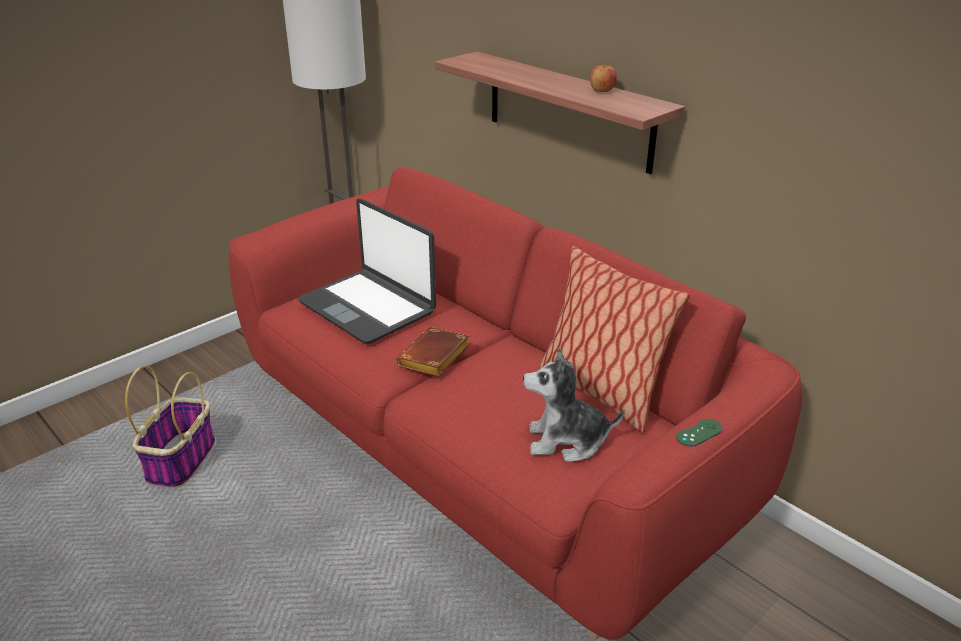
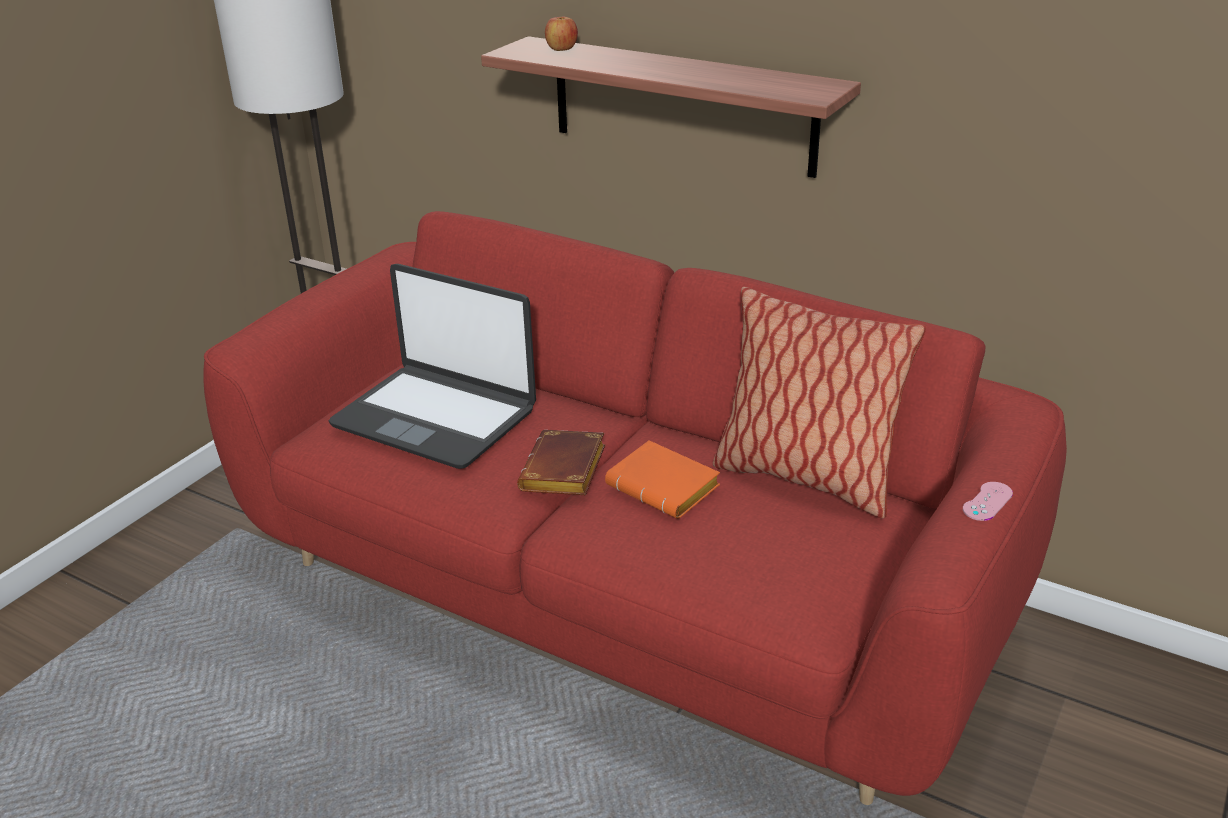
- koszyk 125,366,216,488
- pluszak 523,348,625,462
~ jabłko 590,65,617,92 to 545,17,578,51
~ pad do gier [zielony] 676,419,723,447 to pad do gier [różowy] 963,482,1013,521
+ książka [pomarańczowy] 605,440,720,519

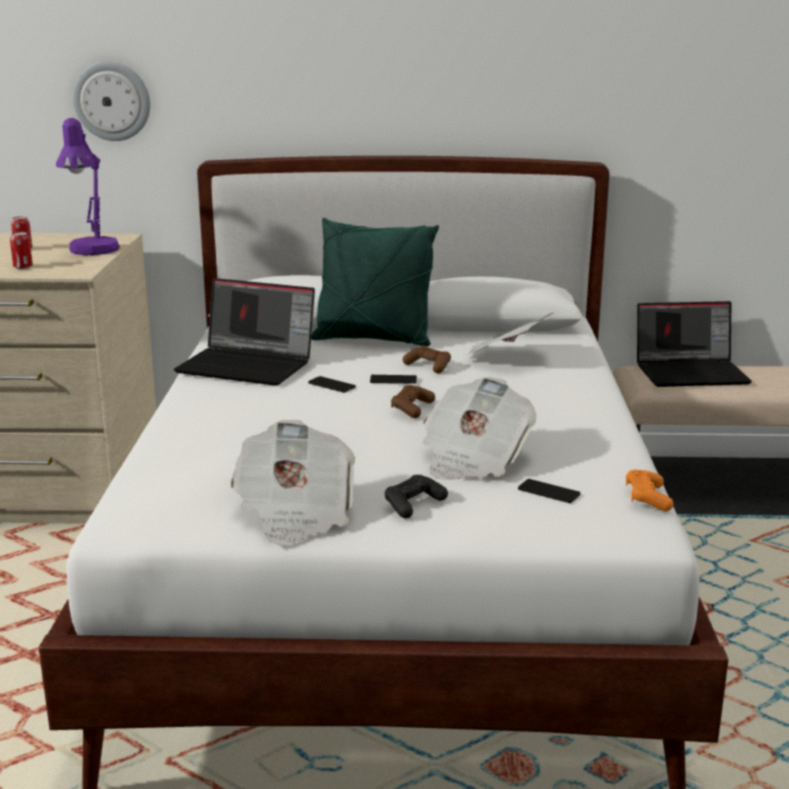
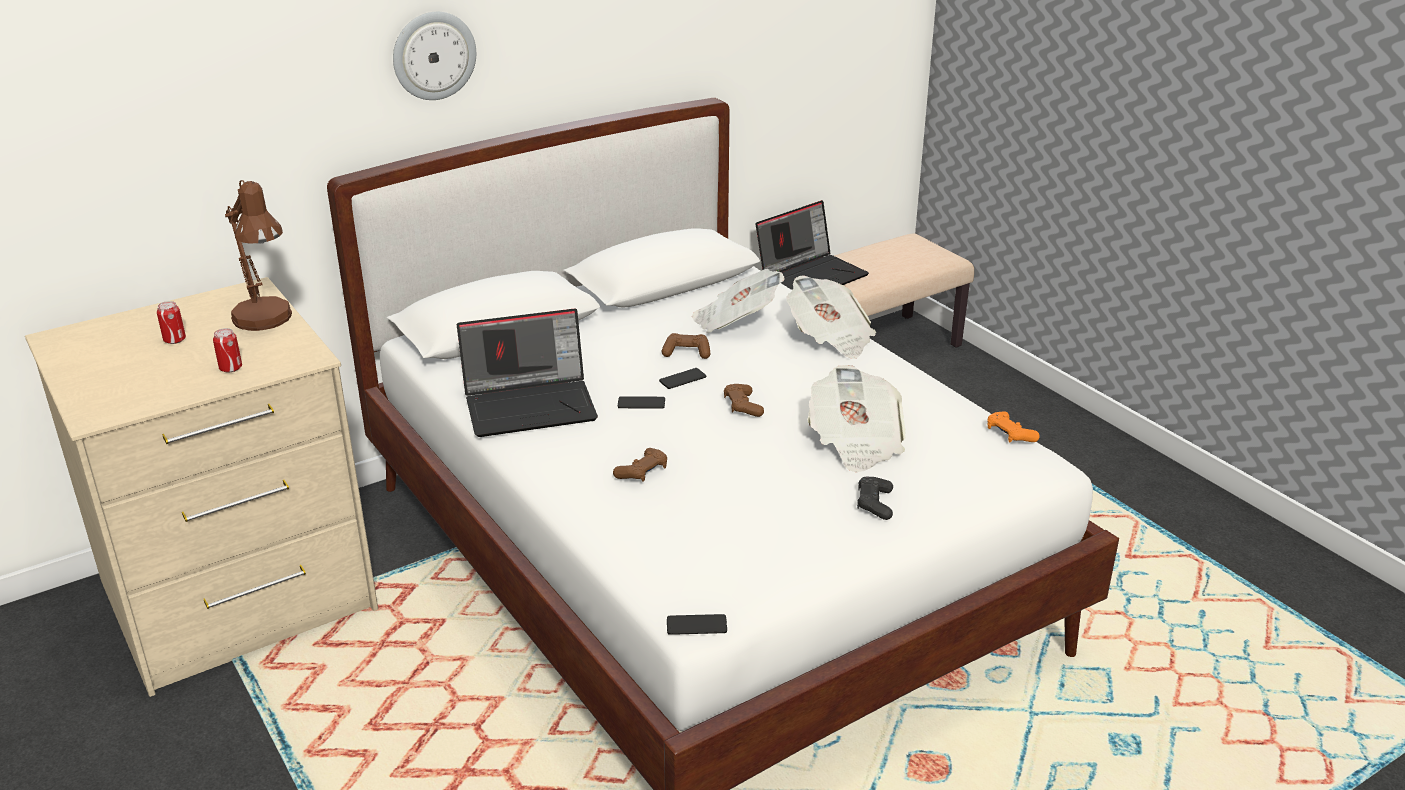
~ lampa stołowa [fioletowy] 56,118,120,255 to lampa stołowa [brązowy] 225,180,292,331
~ zegar ścienny 73,61,150,141 to 393,12,476,100
~ gazeta 230,420,355,545 to 786,275,876,359
- poduszka [zielony] 311,218,439,346
~ telefon 518,479,580,503 to 667,614,727,635
+ pad do gier [brązowy] 613,448,667,482

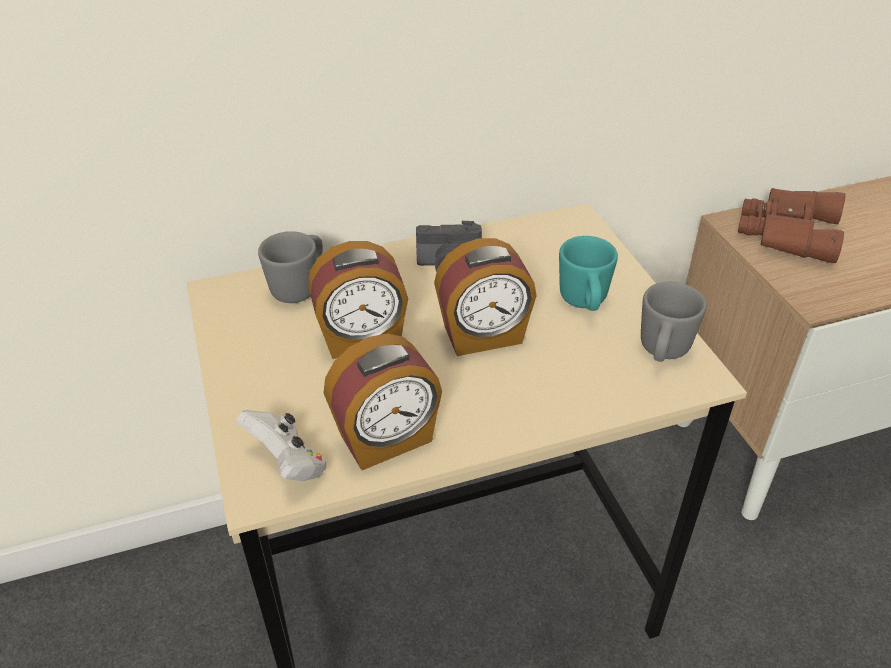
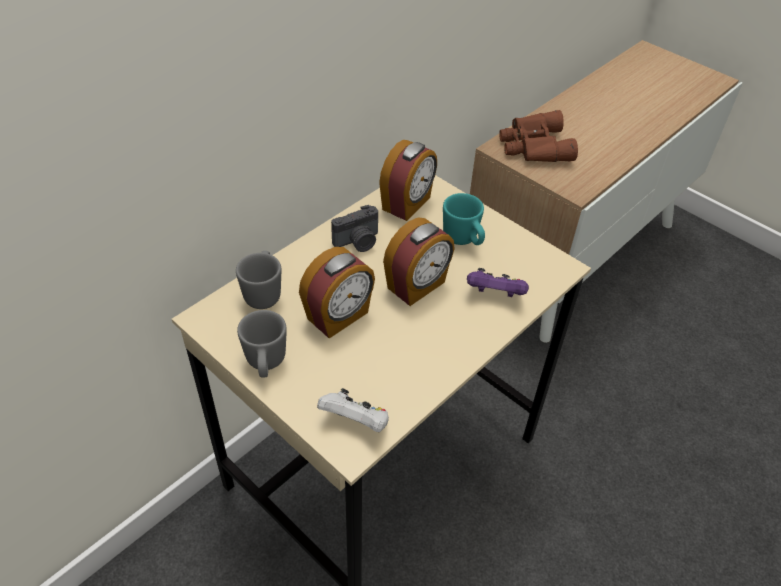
~ budzik 324,334,442,470 to 379,140,437,221
~ kubek [szary] 641,282,707,362 to 237,310,287,378
+ pad do gier [fioletowy] 467,268,529,297

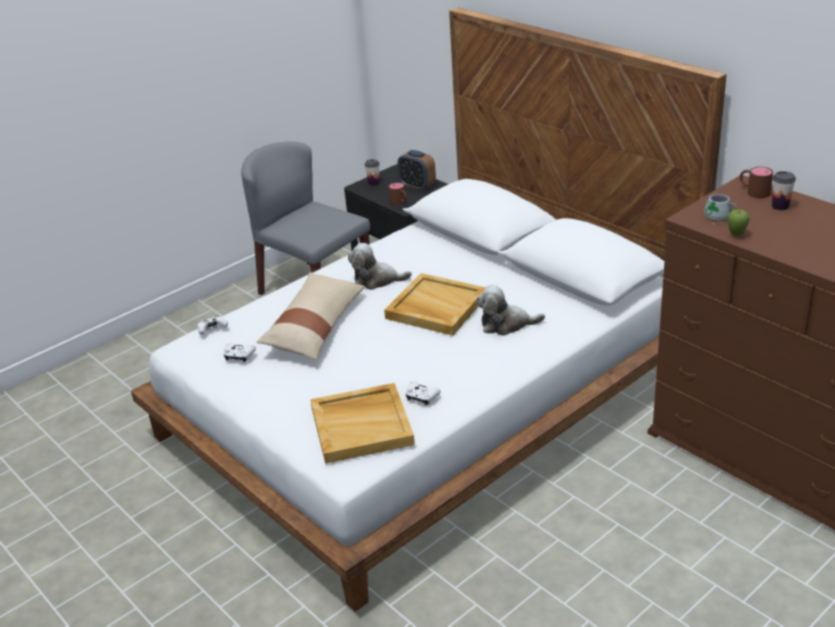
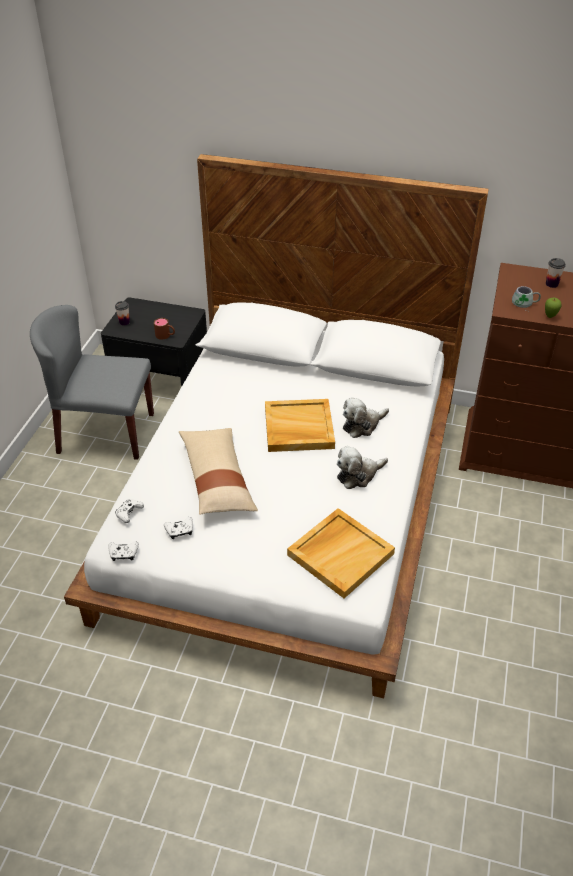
~ pluszak 348,243,412,290 to 337,446,388,489
- budzik 398,150,436,191
~ pad do gier [biały] 406,381,440,406 to 108,541,139,561
- kubek [brązowy] 740,167,773,198

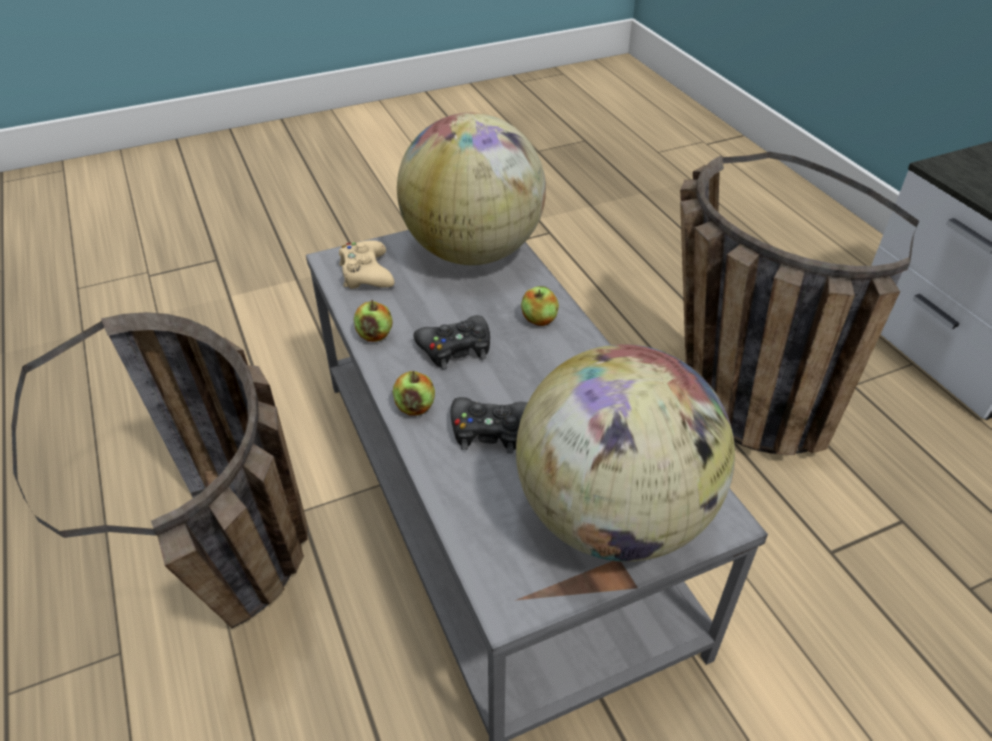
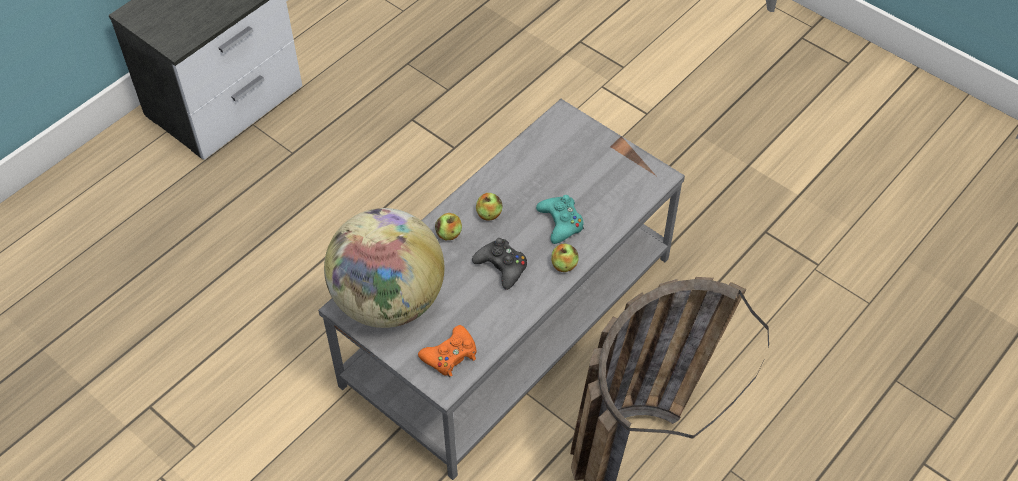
~ pad do gier [beżowy] 339,240,395,289 to pad do gier [pomarańczowy] 418,325,476,377
~ jabłko 354,300,393,342 to 476,193,503,221
~ pad do gier [czarny] 451,397,528,454 to pad do gier [turkusowy] 536,195,584,244
- globus 516,344,735,562
- koszyk 680,152,919,455

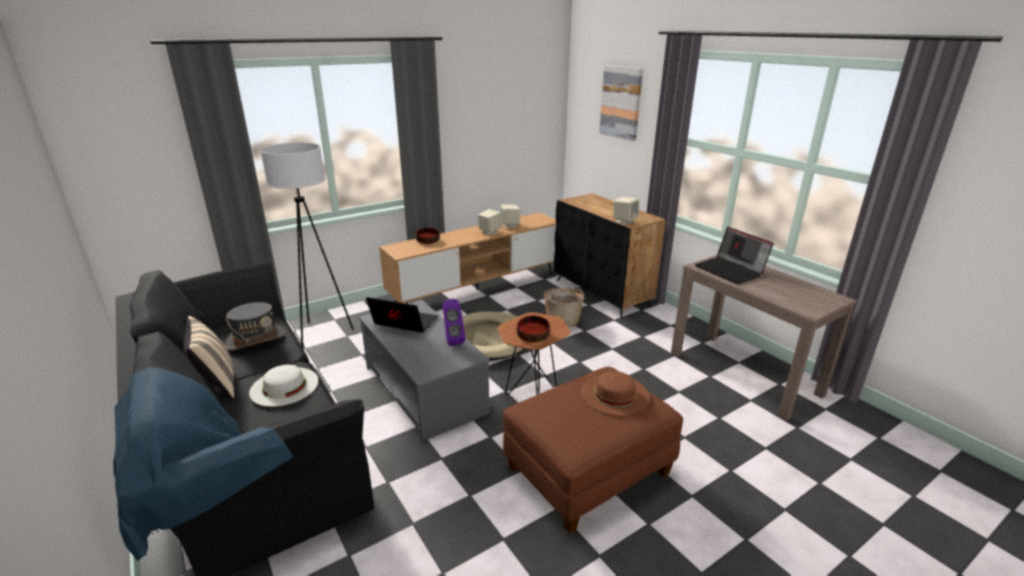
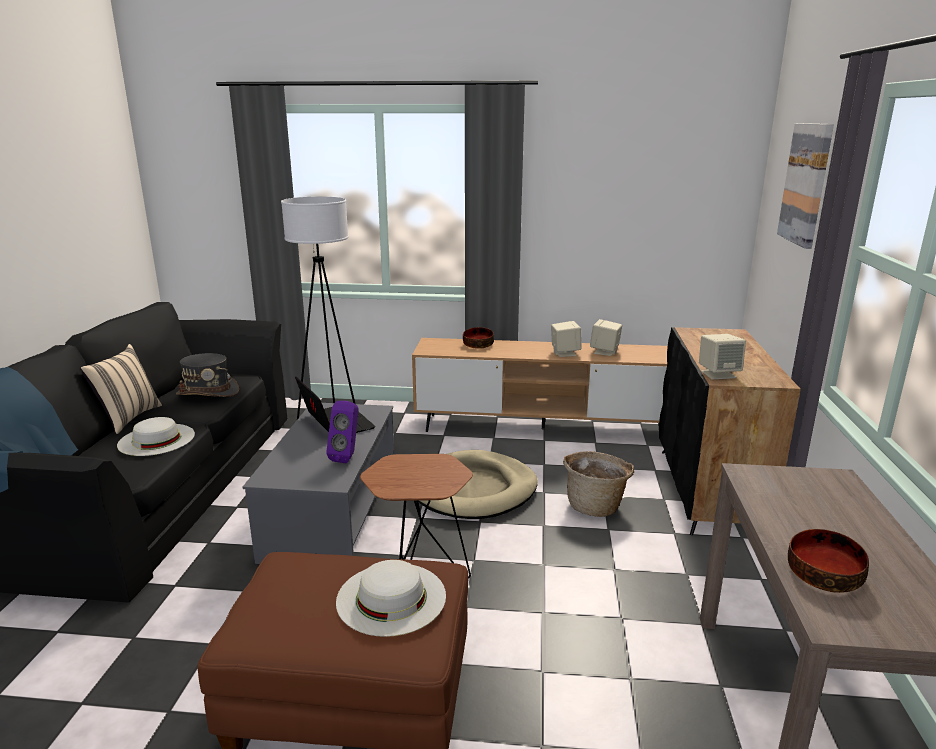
~ miska 517,316,550,343 to 788,529,869,593
~ kapelusz [brązowy] 581,371,650,416 to kapelusz [biały] 336,560,446,637
- laptop 695,227,774,284

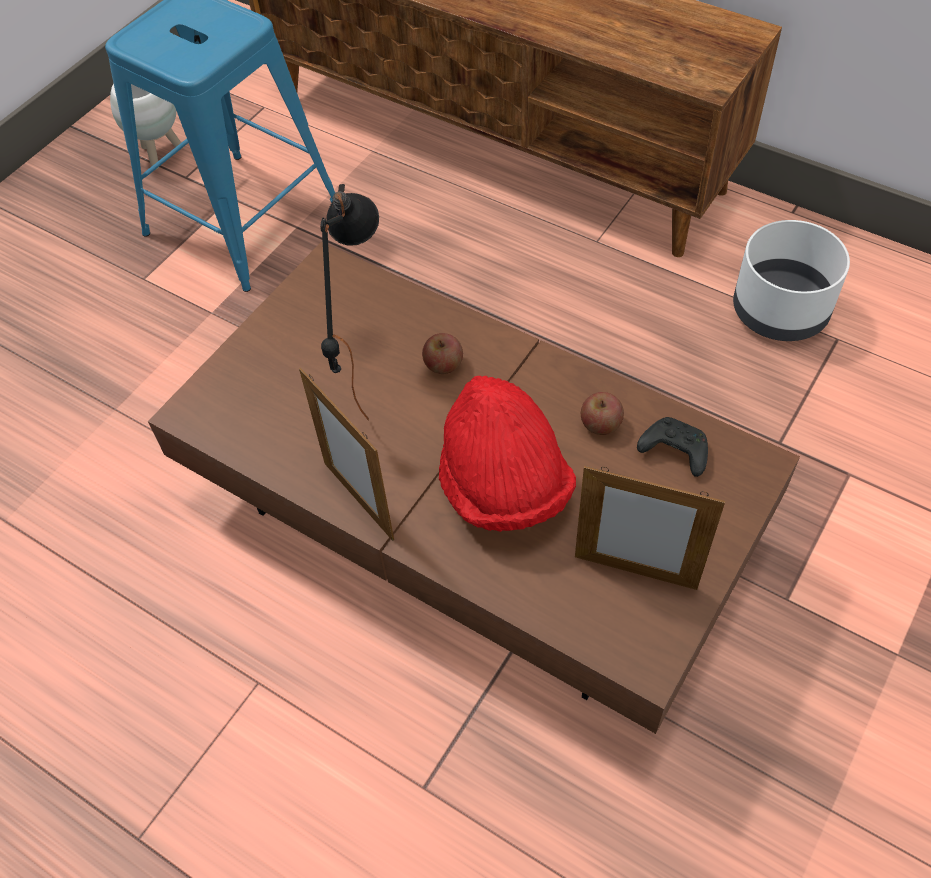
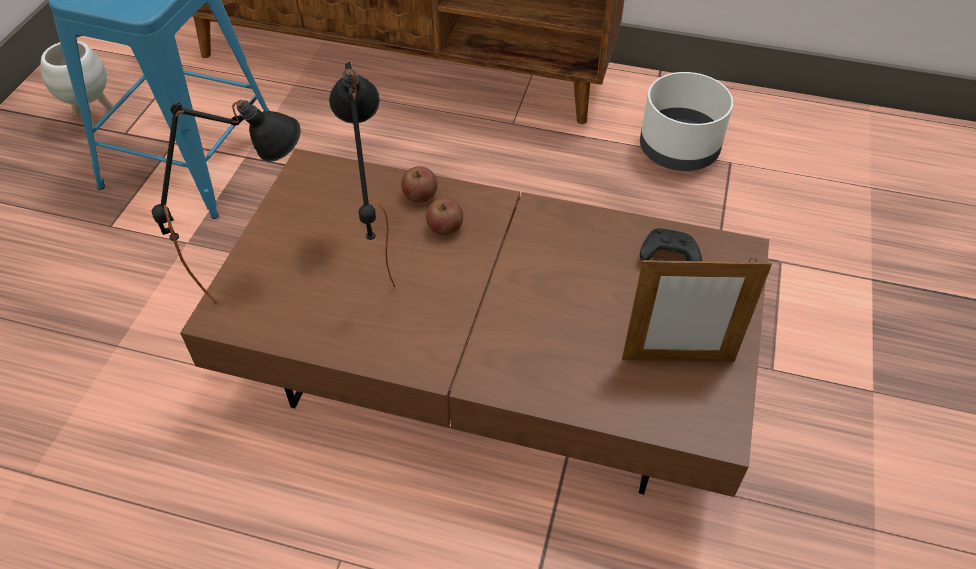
- ramka na zdjęcie 299,368,394,541
- kapelusz [czerwony] 439,376,576,532
~ jabłko 581,392,624,435 to 401,166,437,203
+ lampa stołowa [czarny] 152,97,301,305

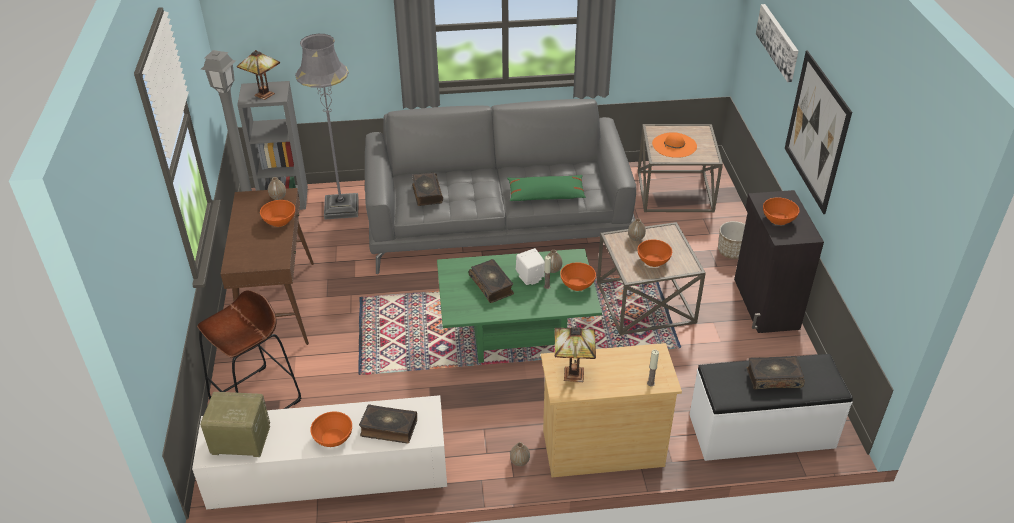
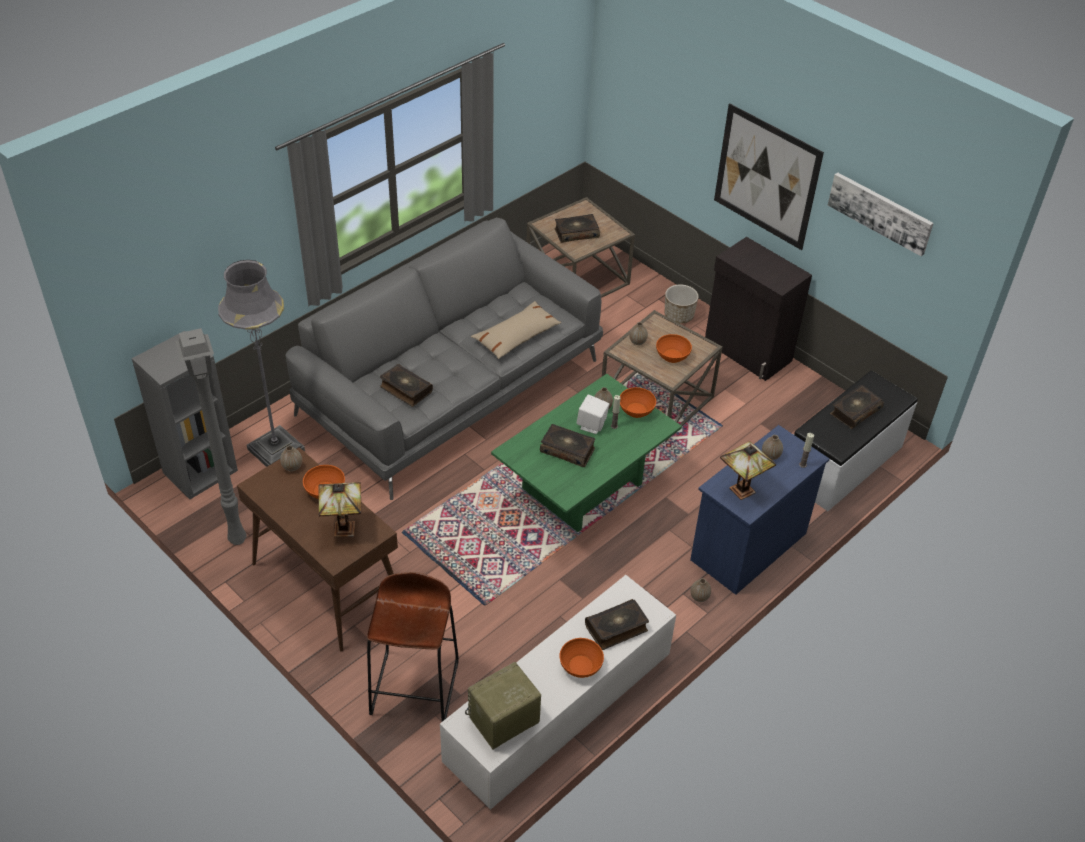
~ lampa stołowa 237,50,280,100 to 318,482,361,537
~ poduszka [zielony] 507,175,586,201 to poduszka [beżowy] 471,301,561,359
~ komoda [beżowy] 541,343,682,477 to komoda [niebieski] 690,425,830,595
~ kapelusz [pomarańczowy] 652,132,697,158 to książka 555,214,600,243
~ obraz 756,4,798,82 to 828,172,934,256
- miska [pomarańczowy] 763,197,800,225
+ wazon 762,435,783,460

